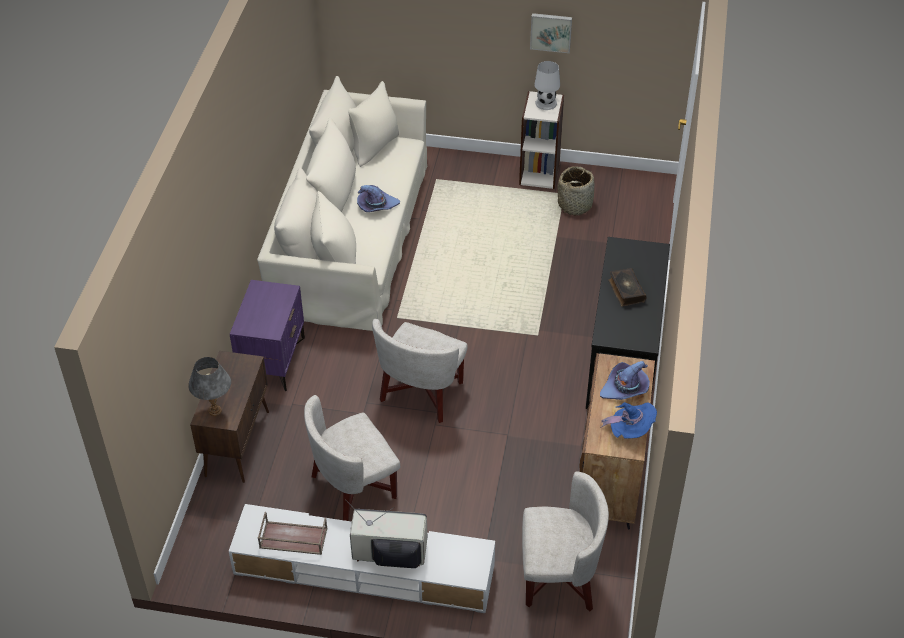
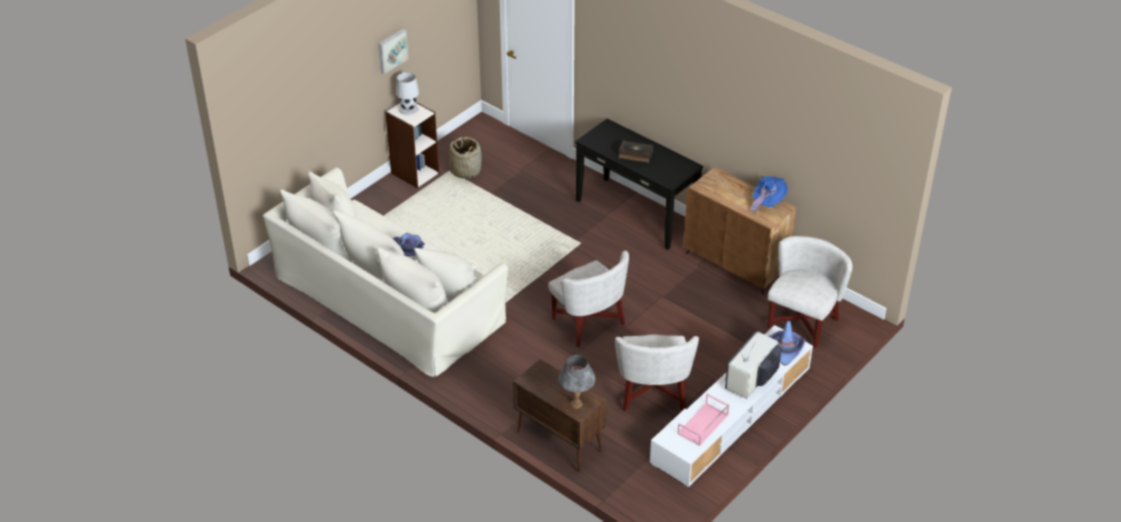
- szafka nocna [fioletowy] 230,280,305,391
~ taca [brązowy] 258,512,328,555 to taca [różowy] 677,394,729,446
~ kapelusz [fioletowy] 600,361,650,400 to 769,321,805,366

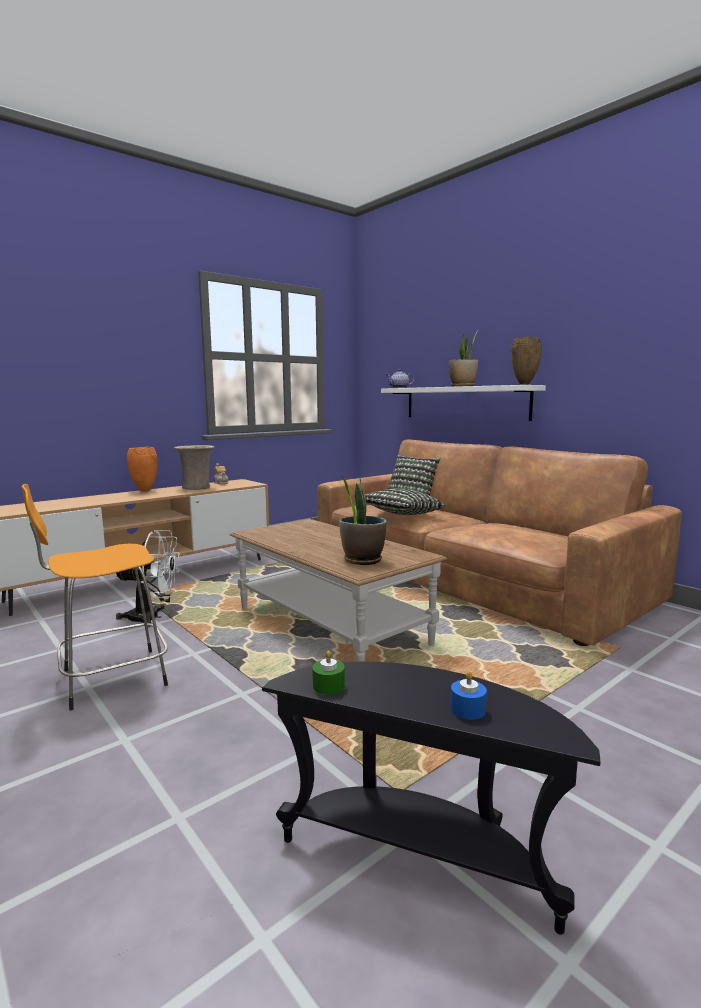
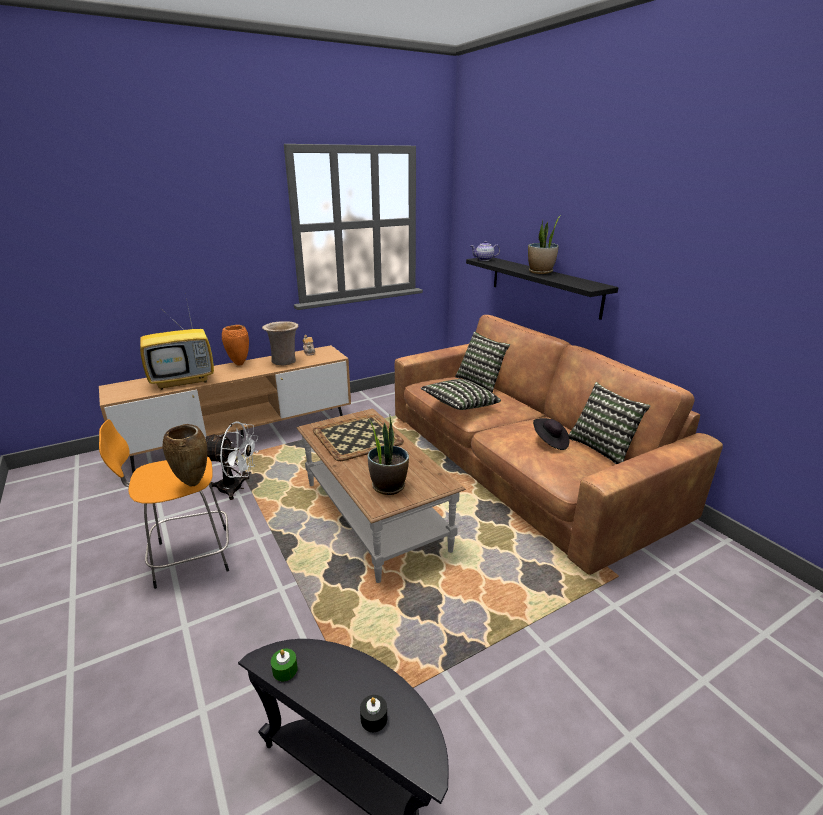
~ półka [biały] 381,385,546,421 to półka [czarny] 466,257,619,320
~ świeca [niebieski] 450,671,487,720 to świeca [czarny] 360,695,387,732
~ wazon [brązowy] 511,337,542,385 to 163,424,207,486
+ telewizor 140,303,214,390
+ taca 313,414,404,461
+ kapelusz [czarny] 533,418,569,450
+ poduszka 569,382,650,464

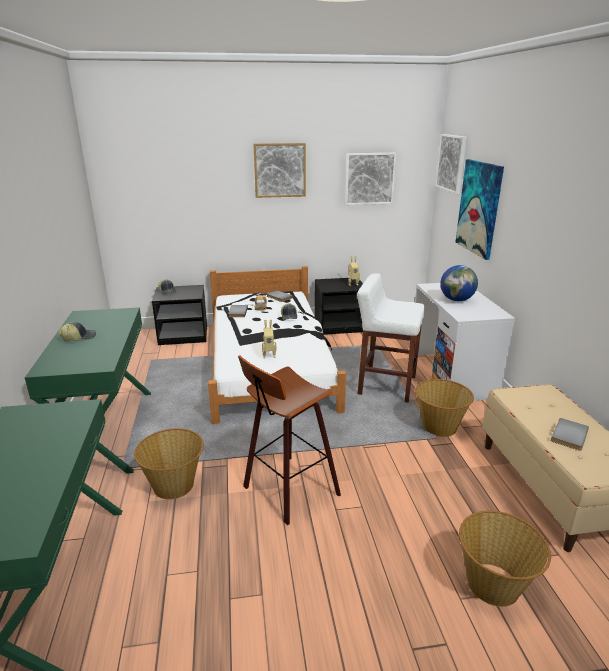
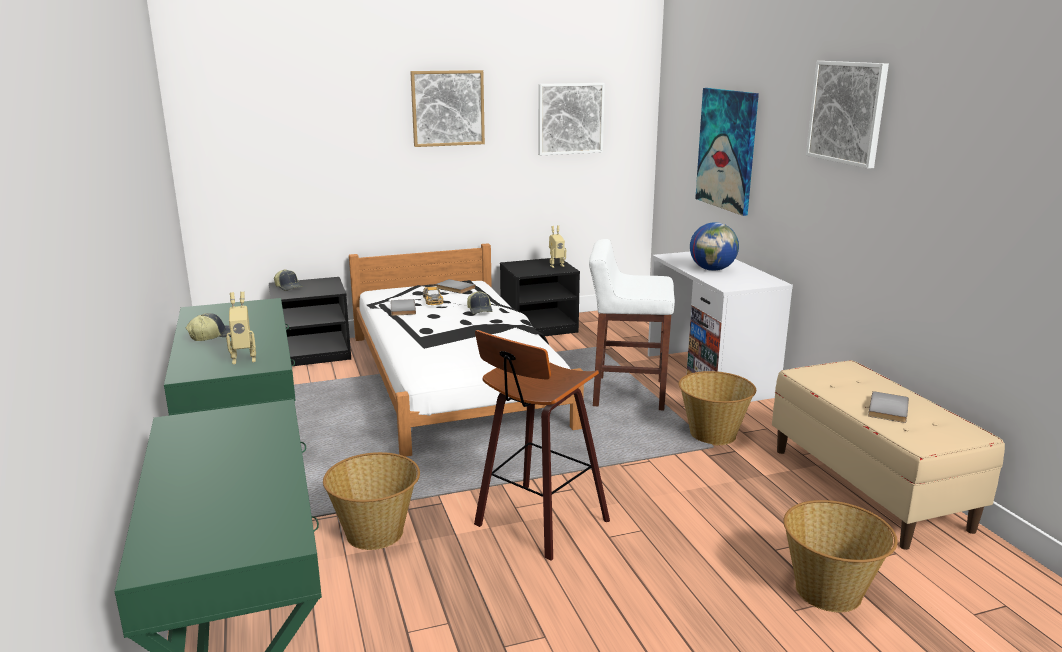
~ robot zabawkowy 262,320,276,359 to 226,292,256,364
~ obraz 435,134,467,194 to 806,61,889,169

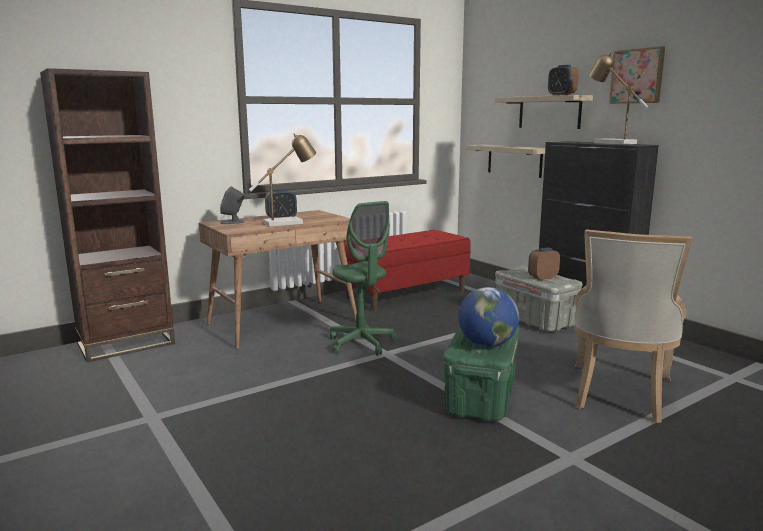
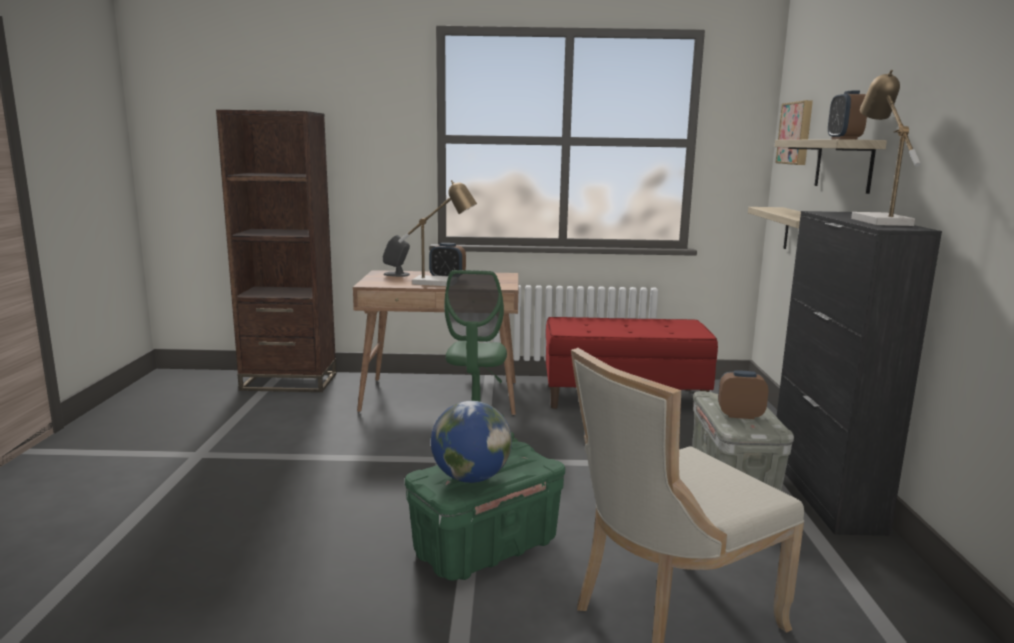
~ obraz 609,46,665,104 to 776,100,813,165

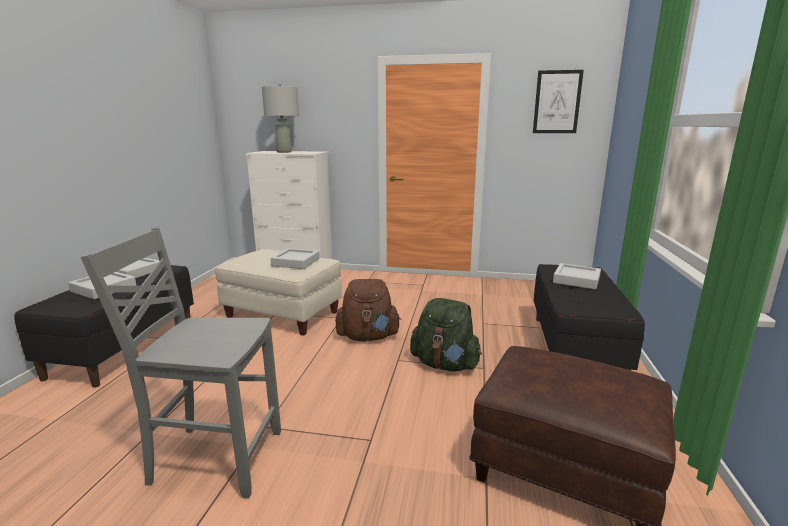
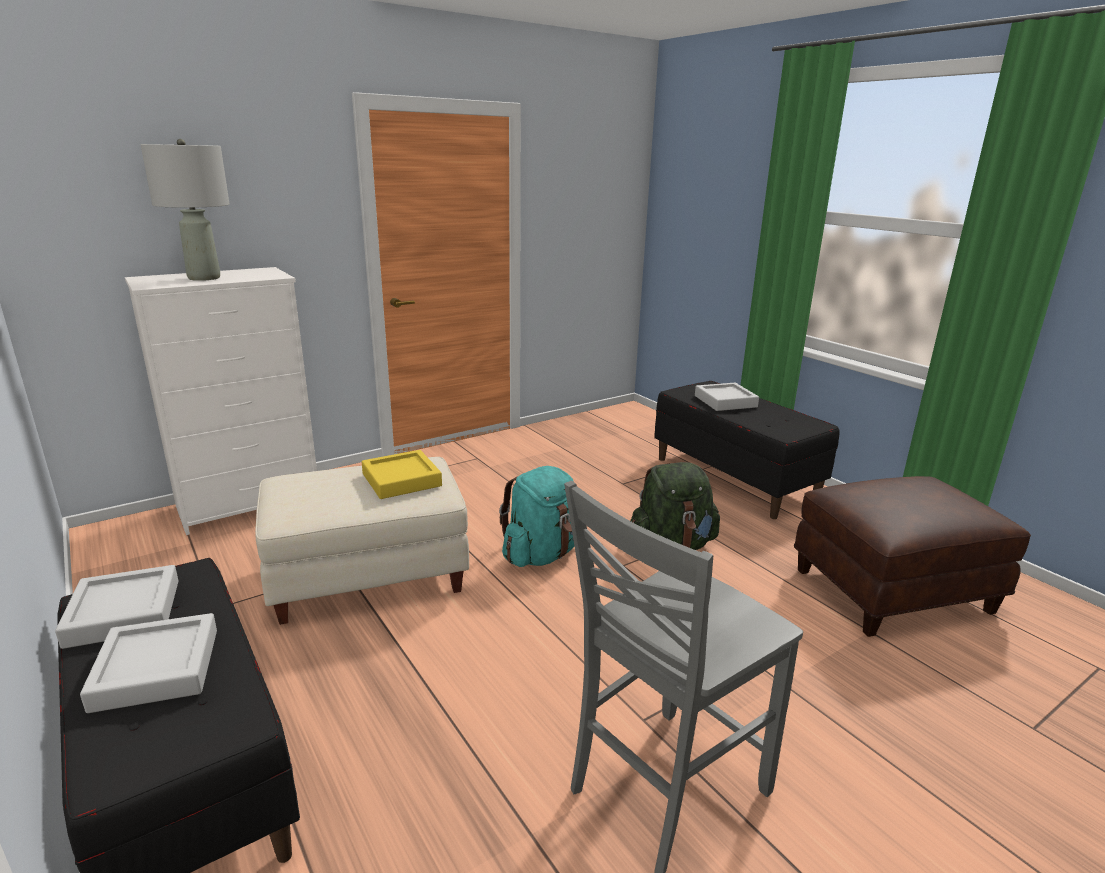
~ taca [szary] 271,248,320,269 to taca [żółty] 362,450,442,499
~ plecak [brązowy] 335,279,401,341 to plecak [turkusowy] 499,466,574,567
- obraz 533,70,584,133

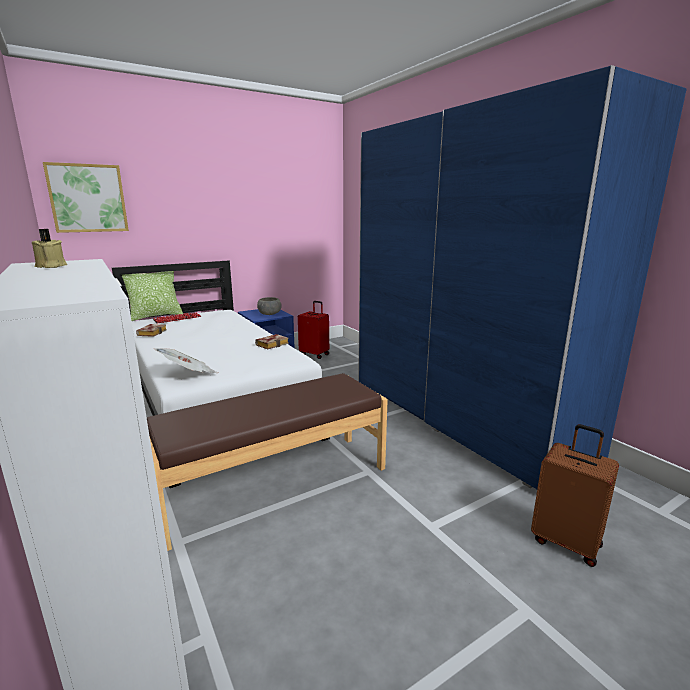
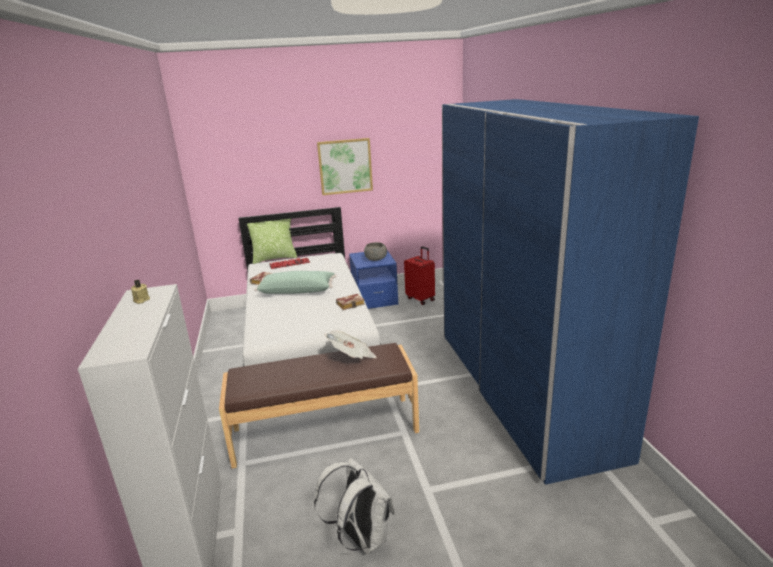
~ obraz 43,162,129,233 to 317,138,373,195
~ gazeta 154,348,218,373 to 324,331,377,359
- walizka [brązowy] 531,424,619,567
+ poduszka [zielony] 254,271,337,294
+ plecak [biały] 314,458,395,554

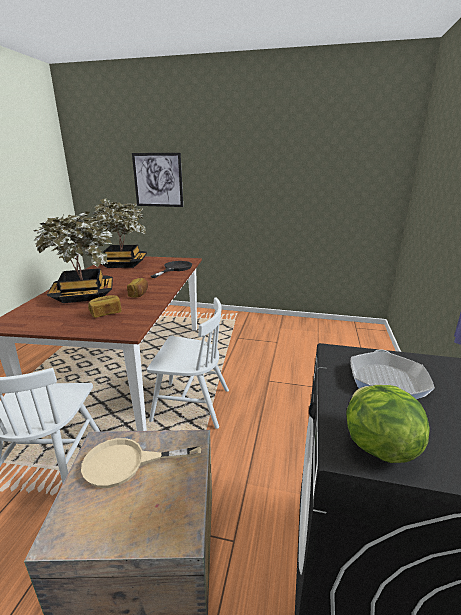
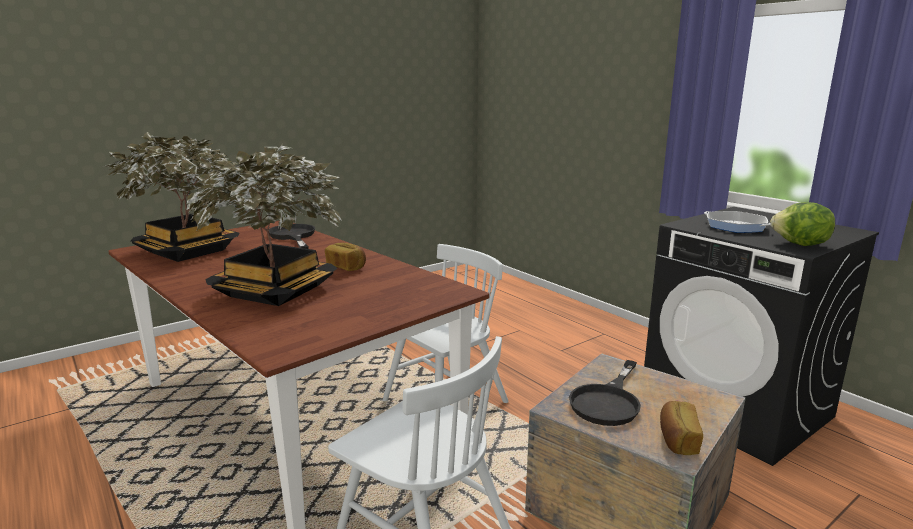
~ patelnia [beżowy] 81,438,201,488 to patelnia [czarny] 569,360,641,426
~ chleb 88,295,122,318 to 660,401,703,455
- obraz 132,153,183,207

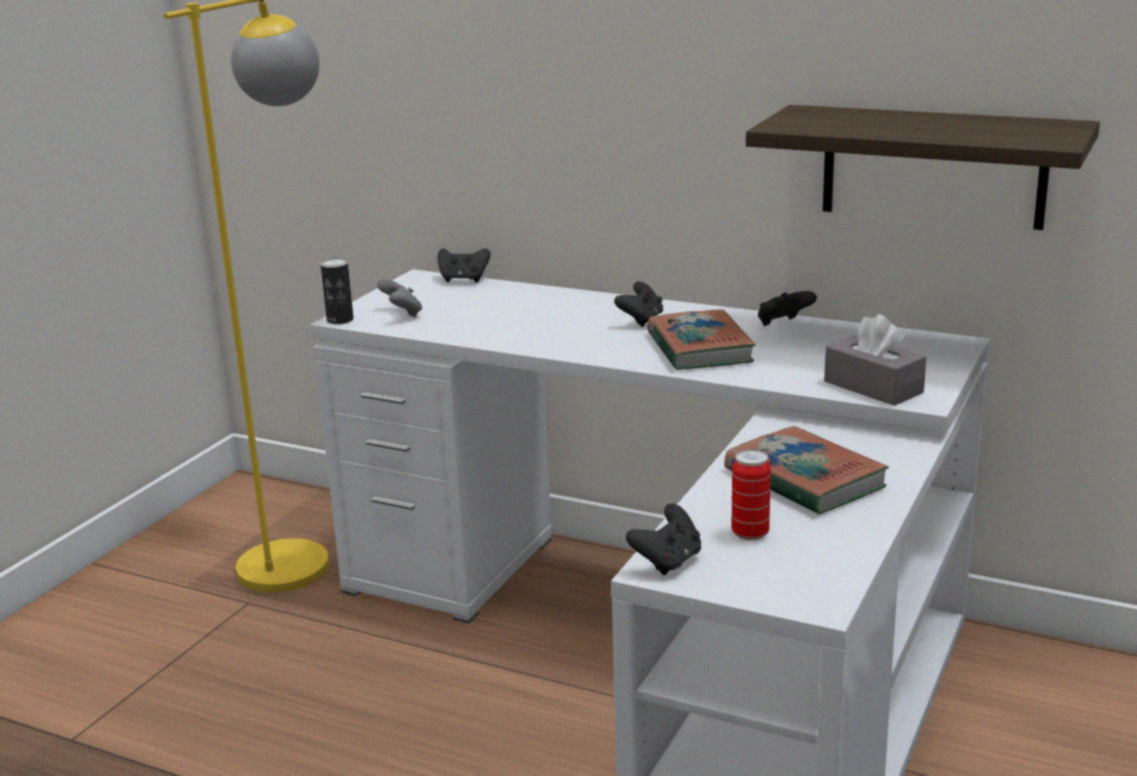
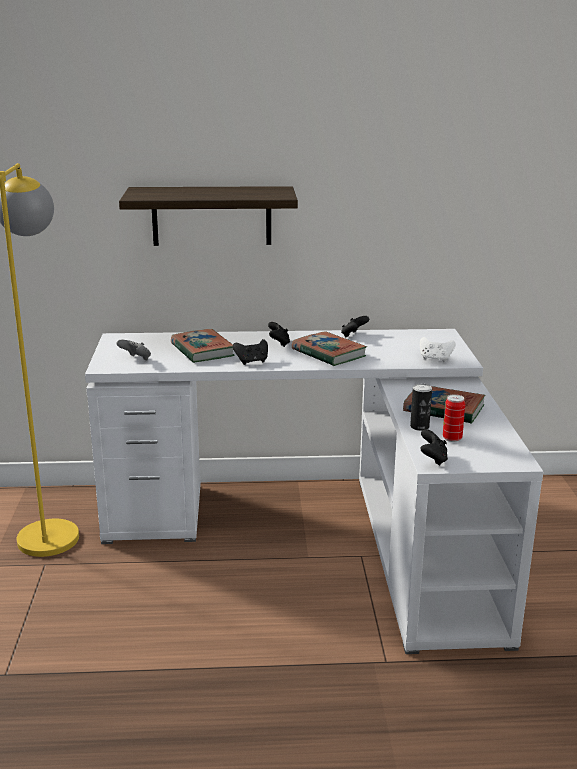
~ puszka 321,258,354,324 to 410,384,432,431
~ pad do gier [czarny] 437,248,491,283 to 233,339,268,365
~ półka 746,105,1100,230 to 119,186,298,246
~ pudełko chusteczek [szary] 824,314,926,406 to pad do gier [biały] 420,337,456,362
+ książka 171,329,234,363

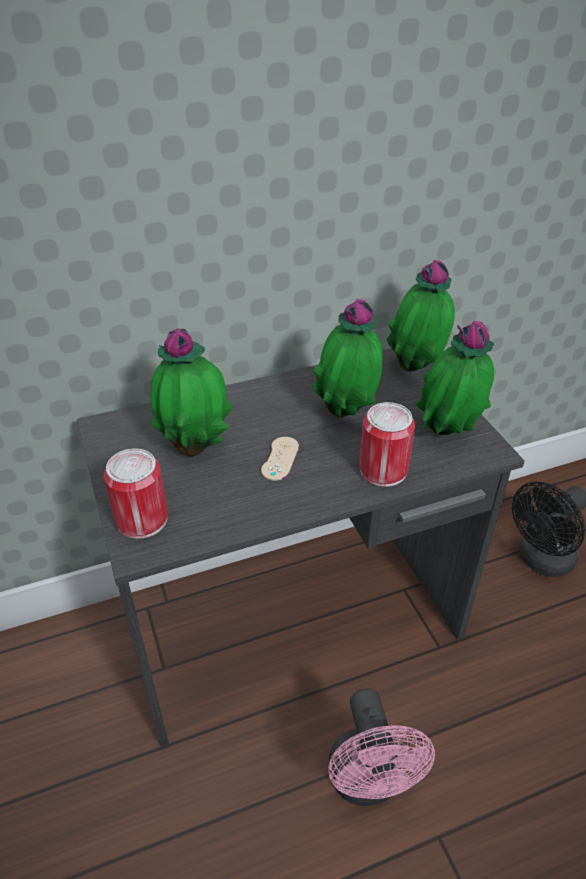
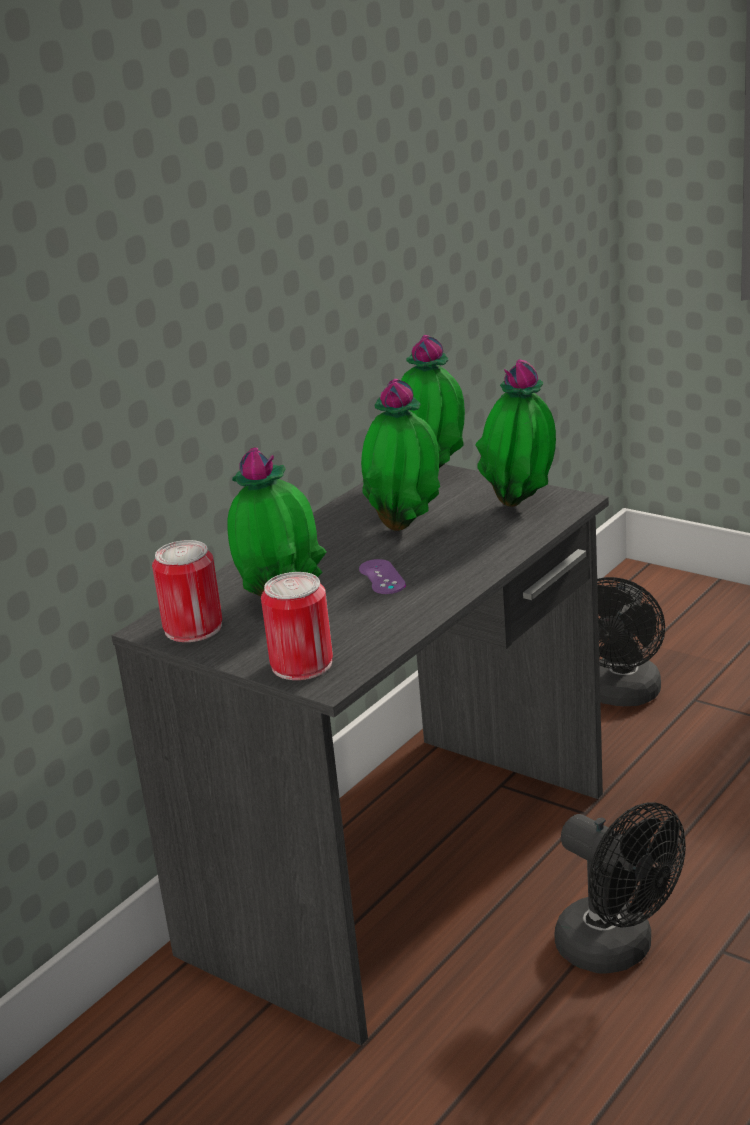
~ pad do gier [beżowy] 261,437,299,481 to pad do gier [fioletowy] 359,559,406,594
~ wentylator [różowy] 328,688,435,806 to wentylator [czarny] 555,802,686,973
~ puszka 359,402,415,487 to 152,540,222,642

